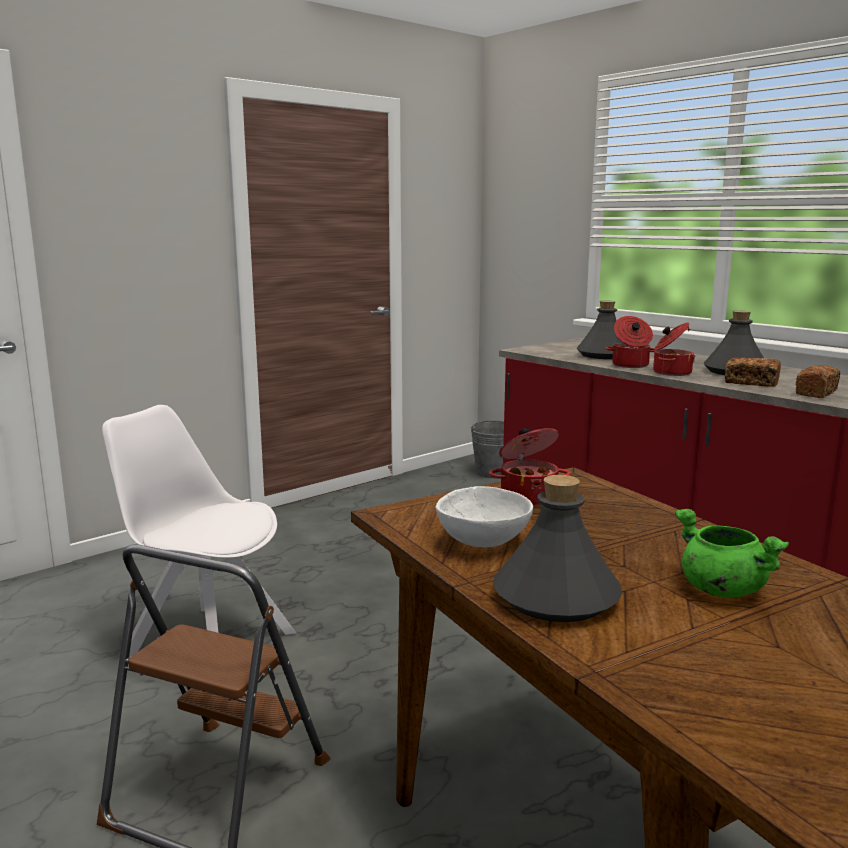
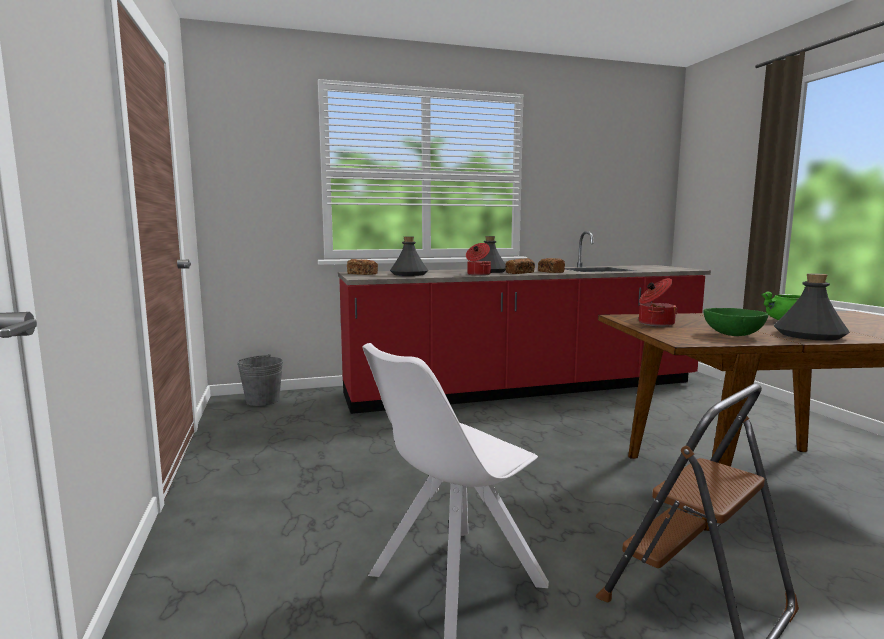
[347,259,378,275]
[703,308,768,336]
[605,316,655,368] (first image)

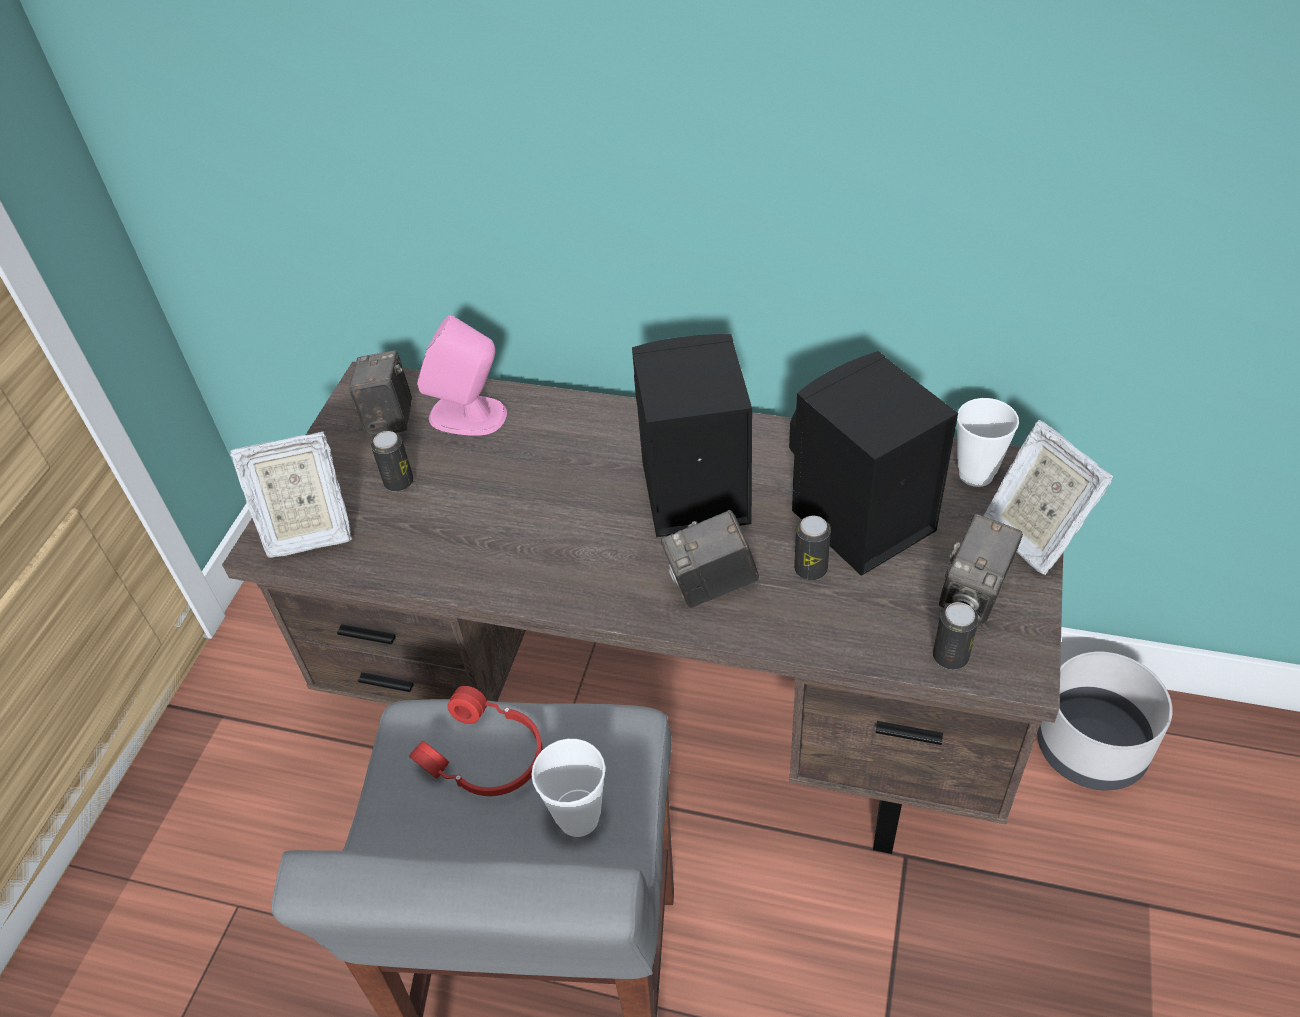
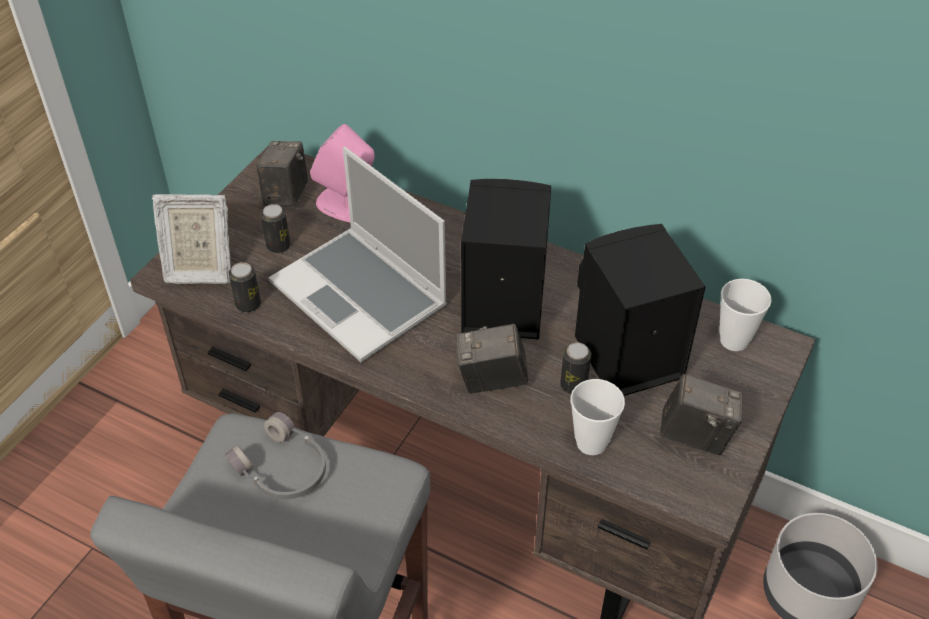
[225,412,326,499]
[229,262,261,313]
[269,147,447,362]
[570,379,625,455]
[660,374,743,455]
[983,420,1113,575] (first image)

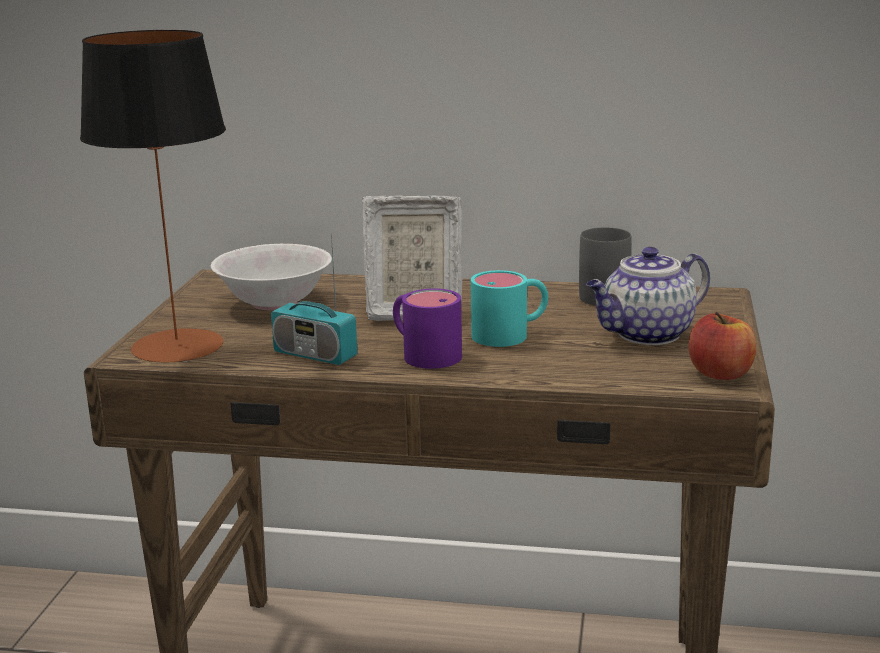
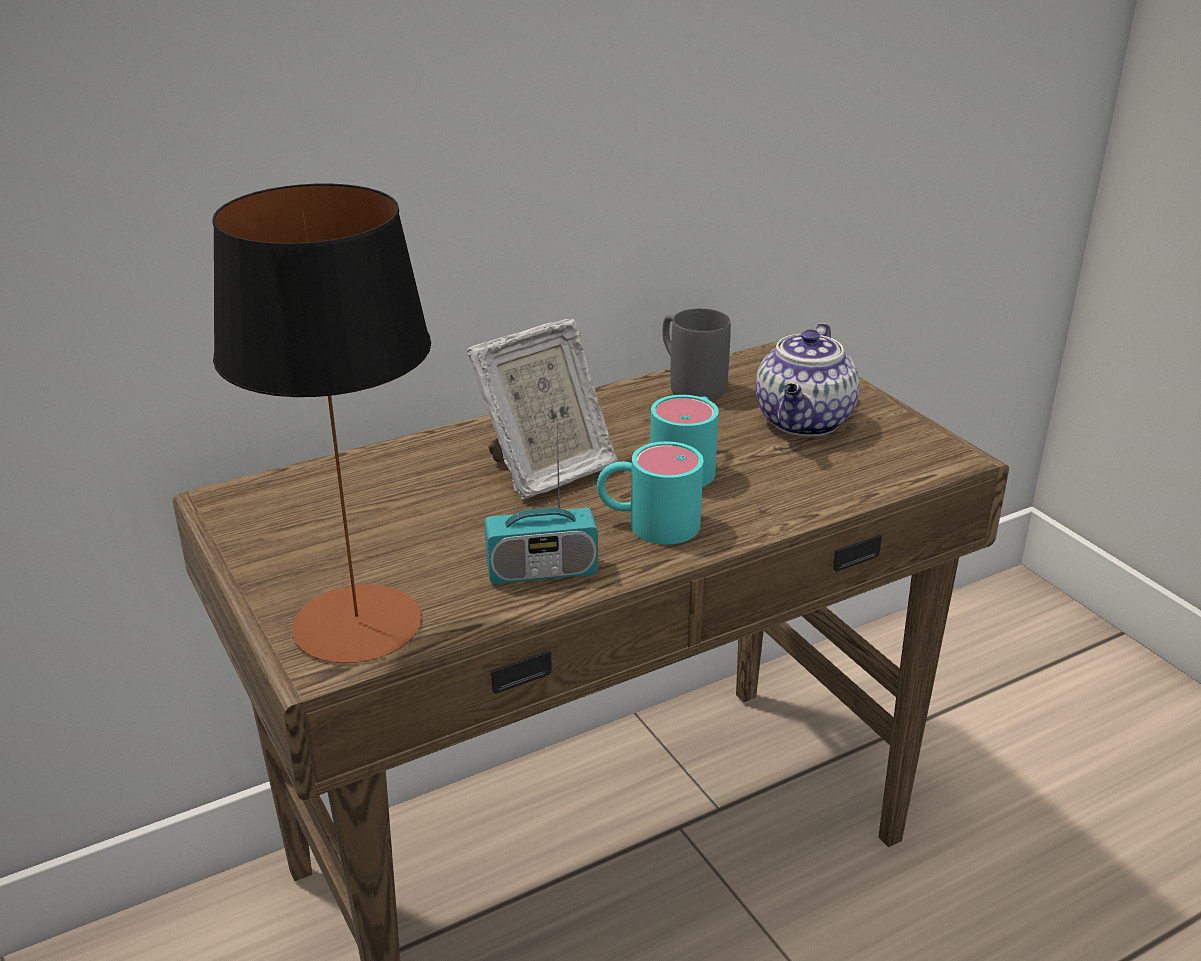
[597,441,703,544]
[211,244,332,311] (first image)
[688,312,756,380] (first image)

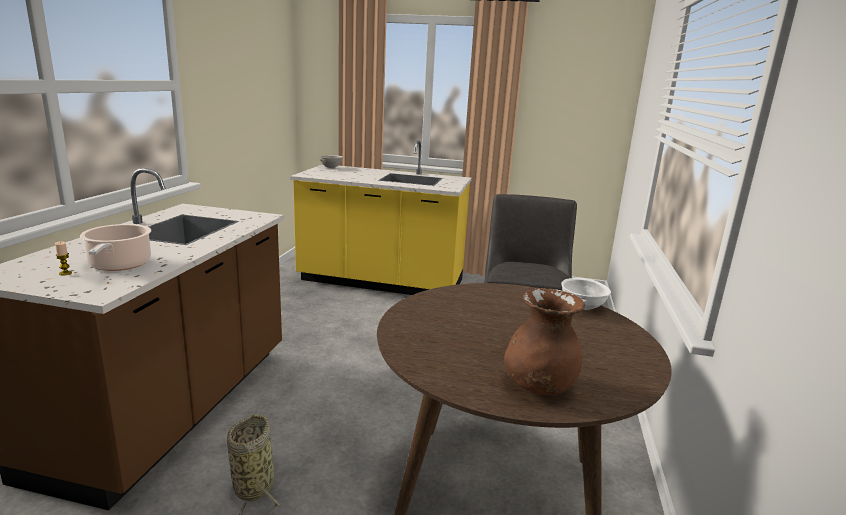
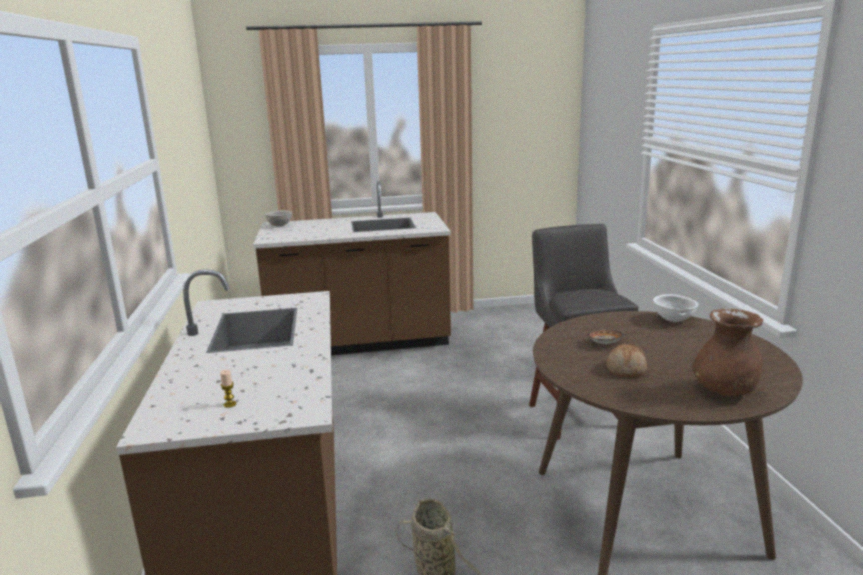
[253,181,451,355]
[588,330,624,345]
[607,343,647,377]
[80,224,151,271] (first image)

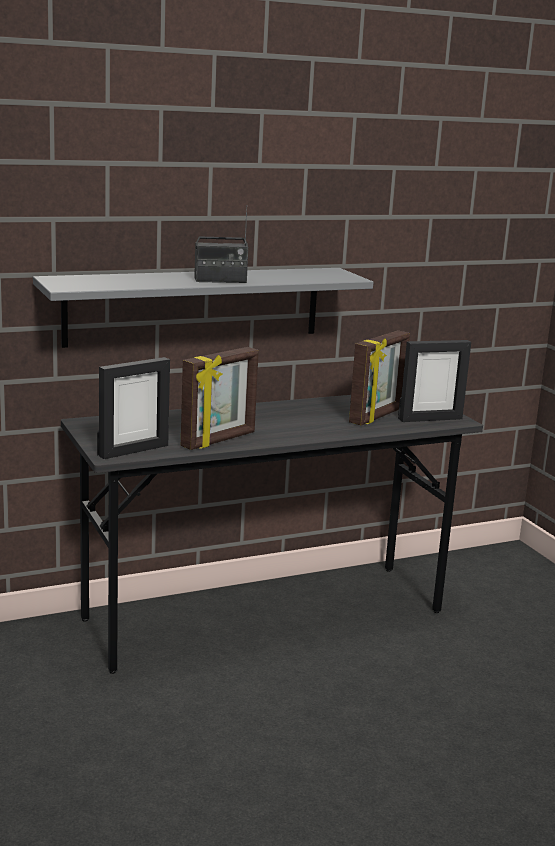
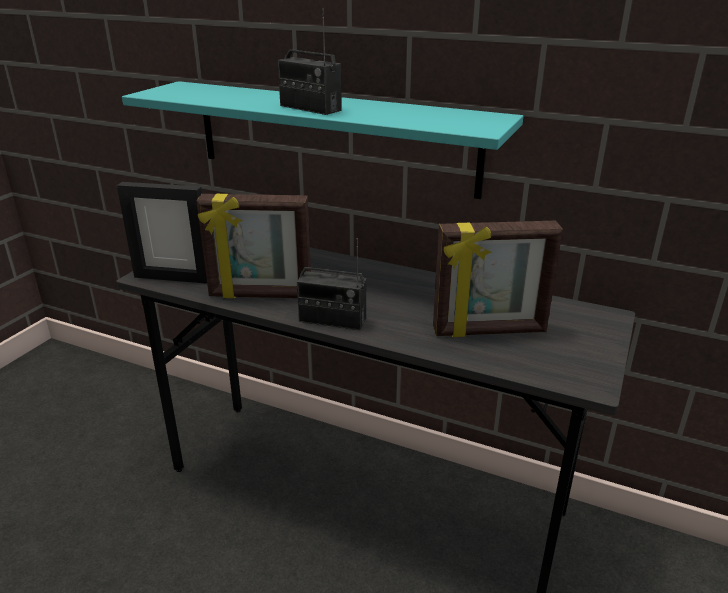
[122,81,523,199]
[297,238,366,330]
[398,340,471,422] (first image)

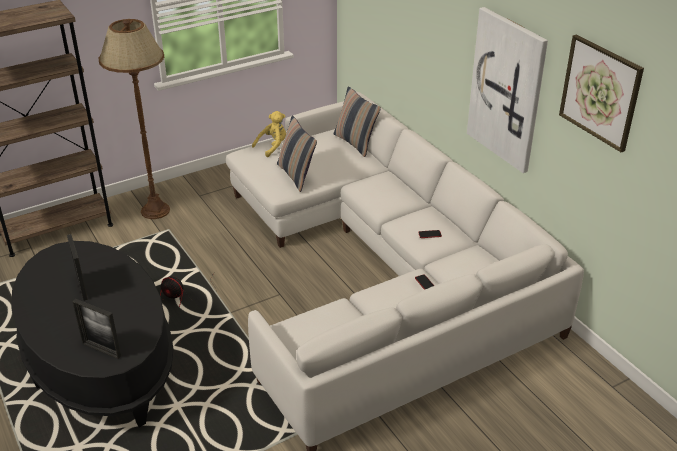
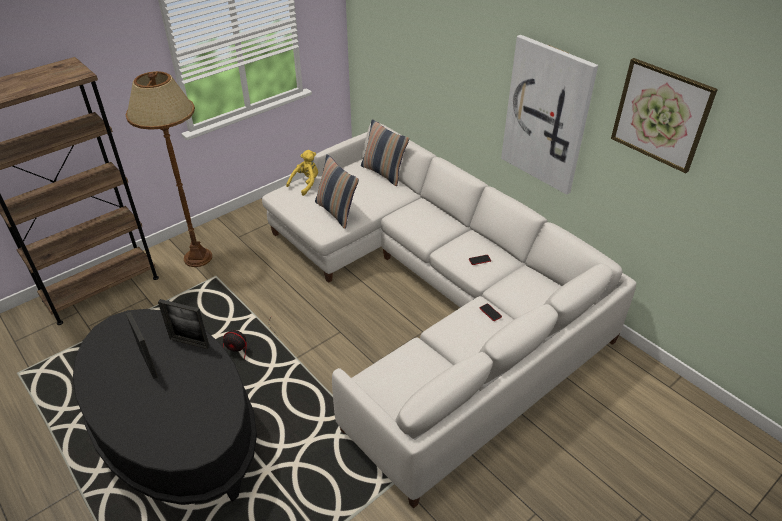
[158,299,209,349]

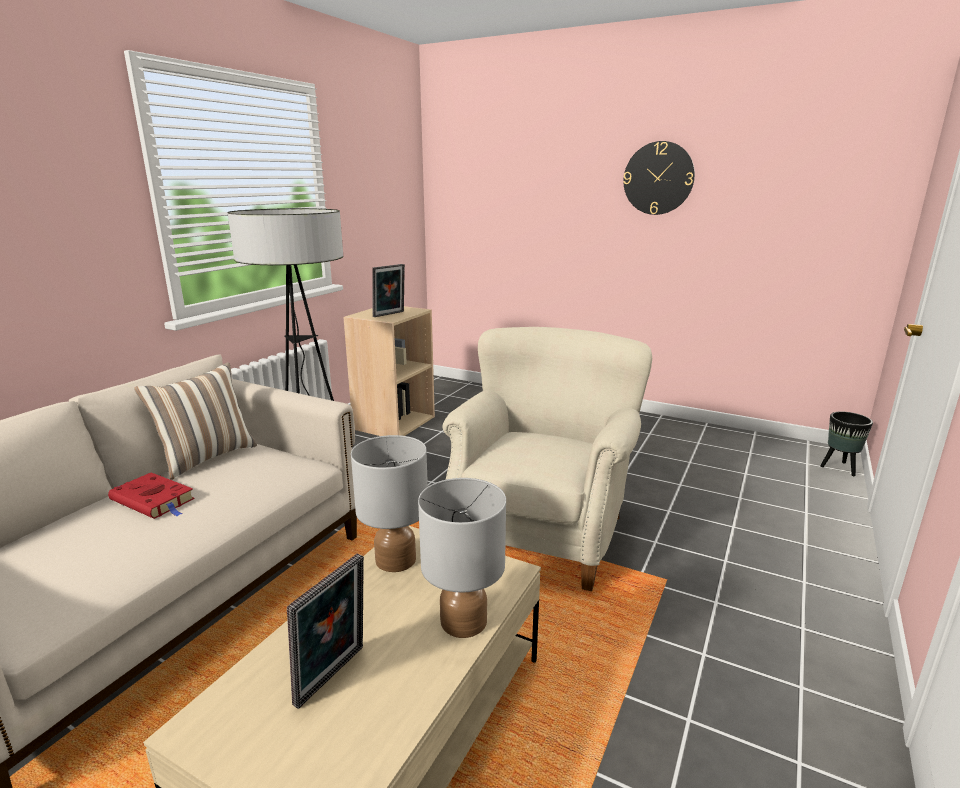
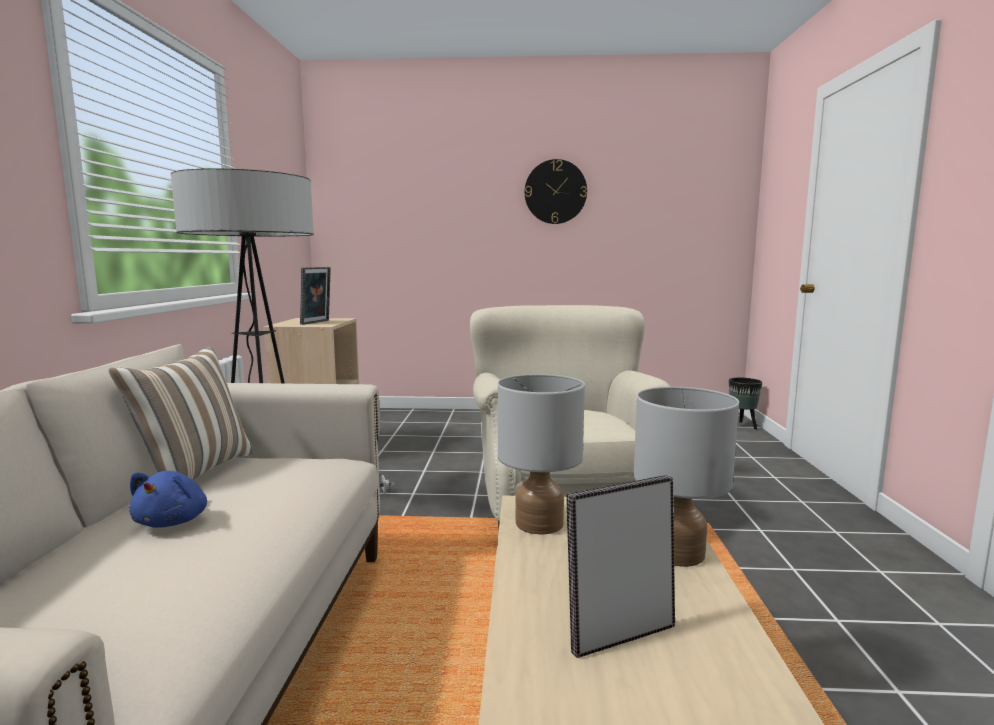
[129,471,207,528]
[566,475,675,658]

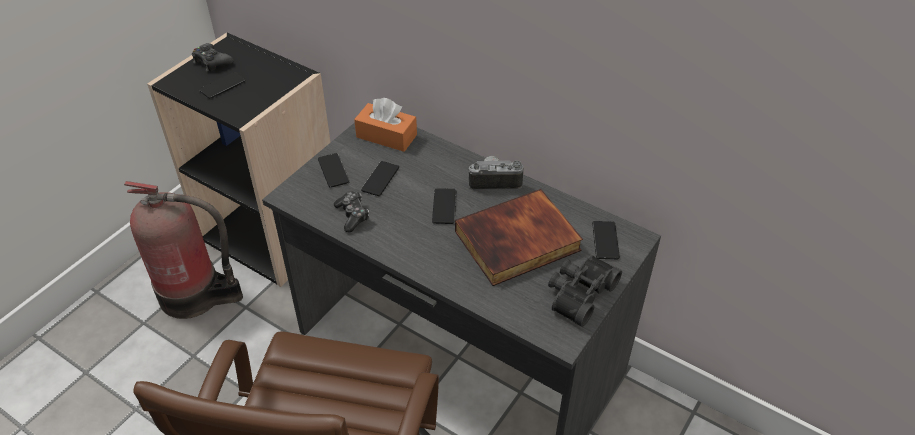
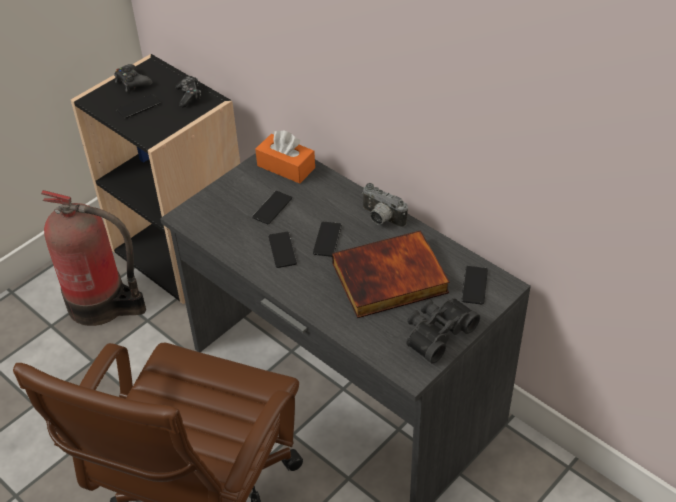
[175,76,201,107]
[269,232,297,268]
[362,183,408,228]

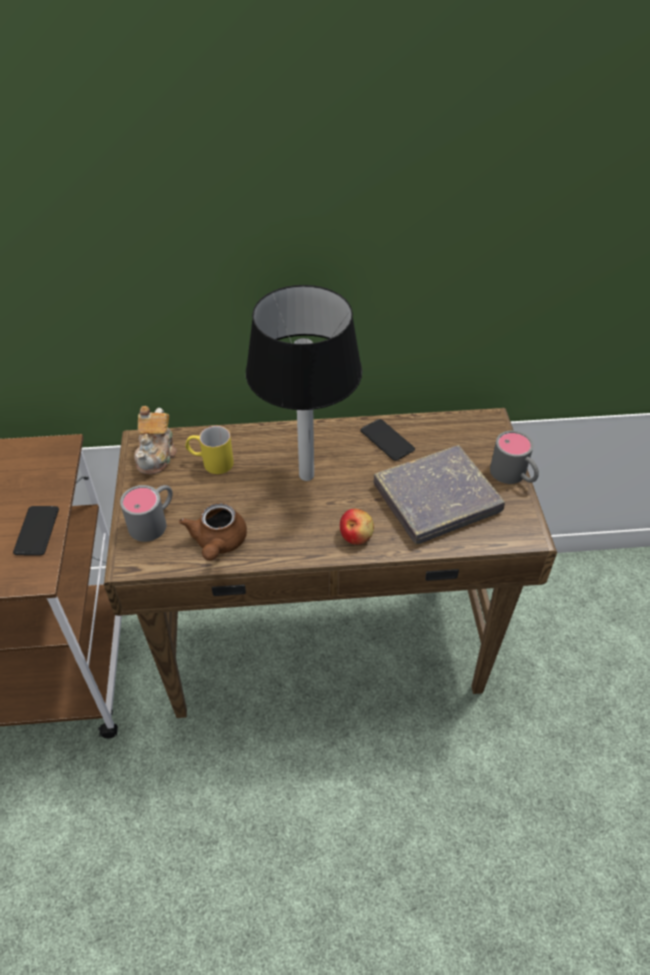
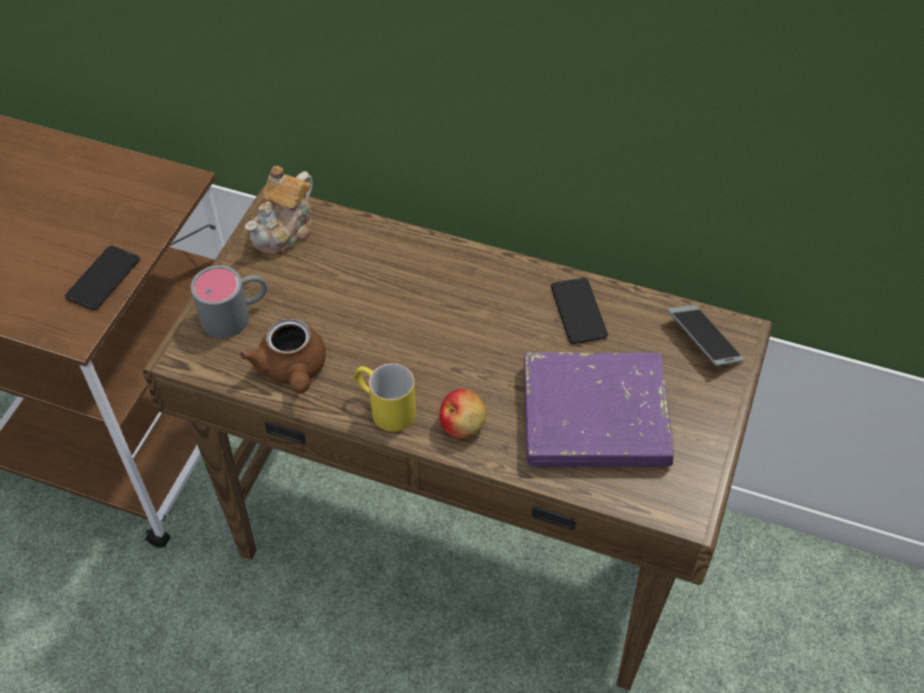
[240,318,326,393]
[354,363,416,432]
[524,352,674,467]
[668,305,744,366]
[246,285,362,481] (first image)
[490,431,539,484] (first image)

